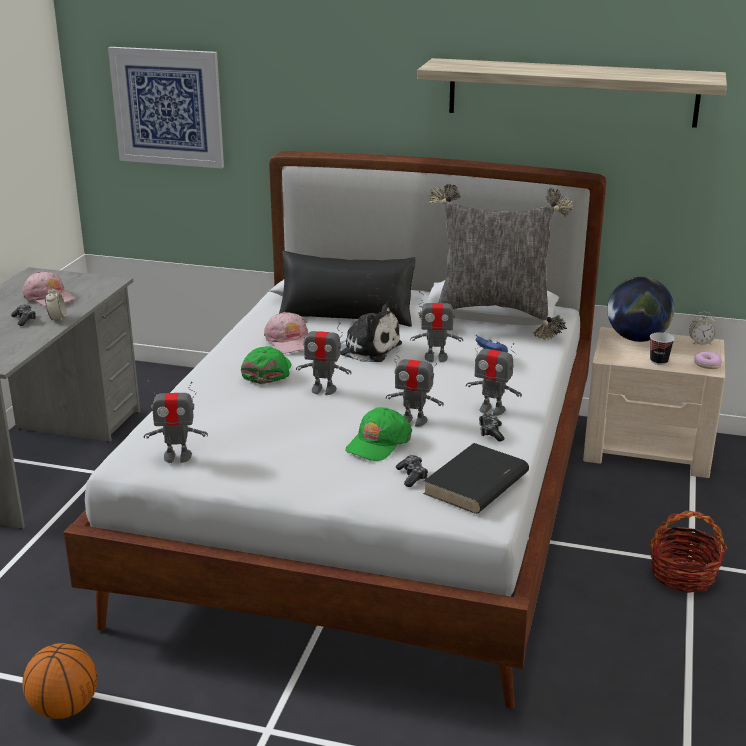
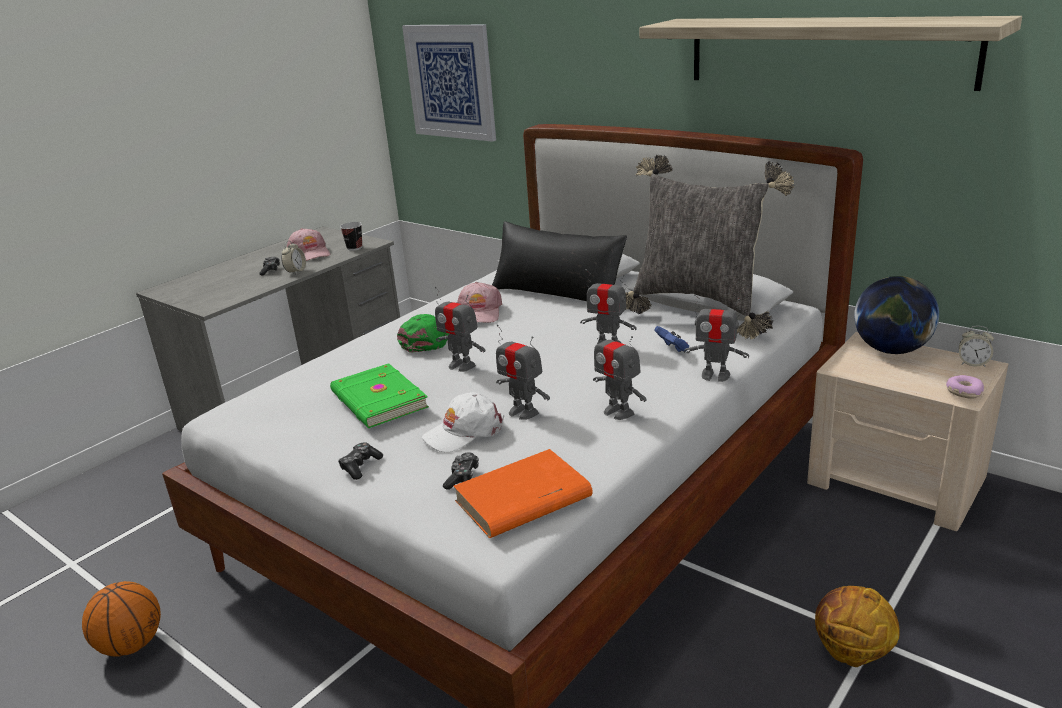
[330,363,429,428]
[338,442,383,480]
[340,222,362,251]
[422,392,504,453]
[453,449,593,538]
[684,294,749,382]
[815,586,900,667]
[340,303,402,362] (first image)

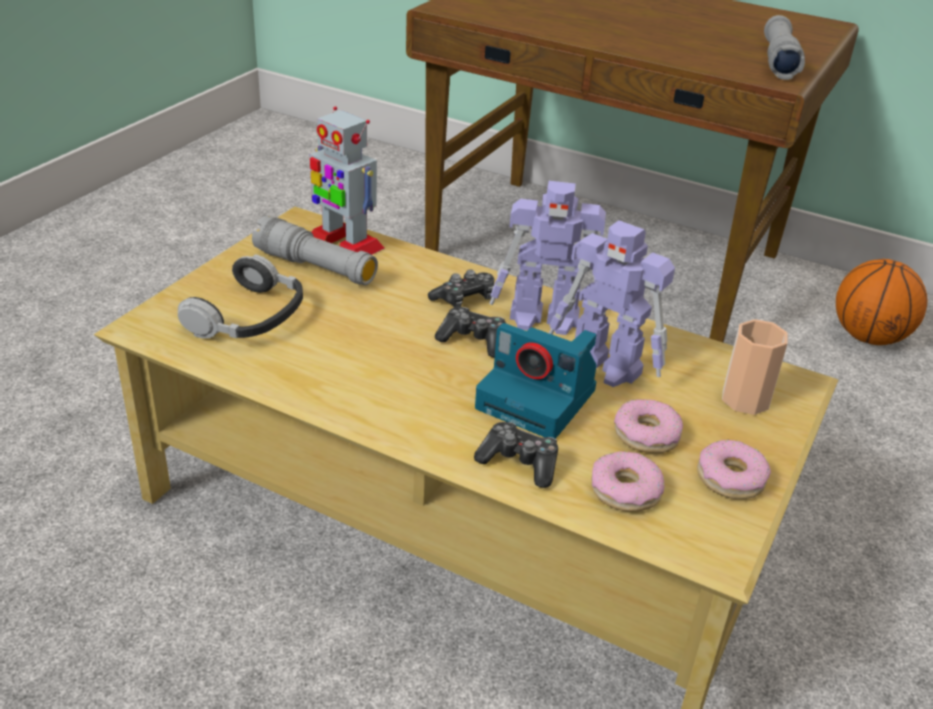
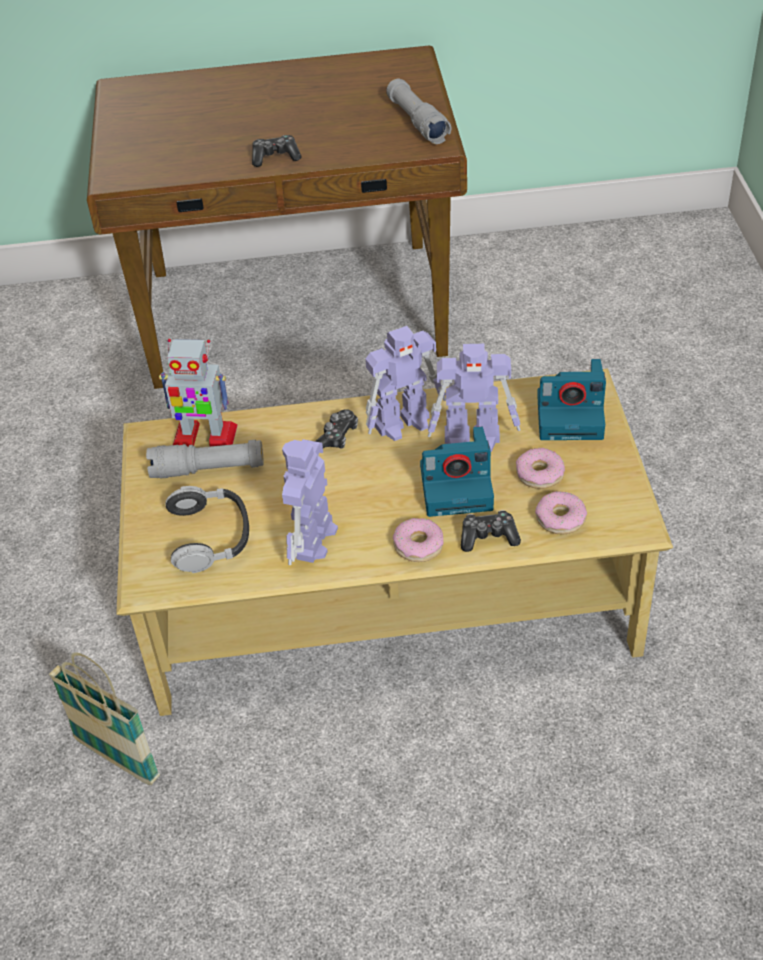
[49,652,160,785]
[252,135,301,167]
[282,439,338,565]
[393,518,444,562]
[537,359,606,440]
[836,259,927,345] (first image)

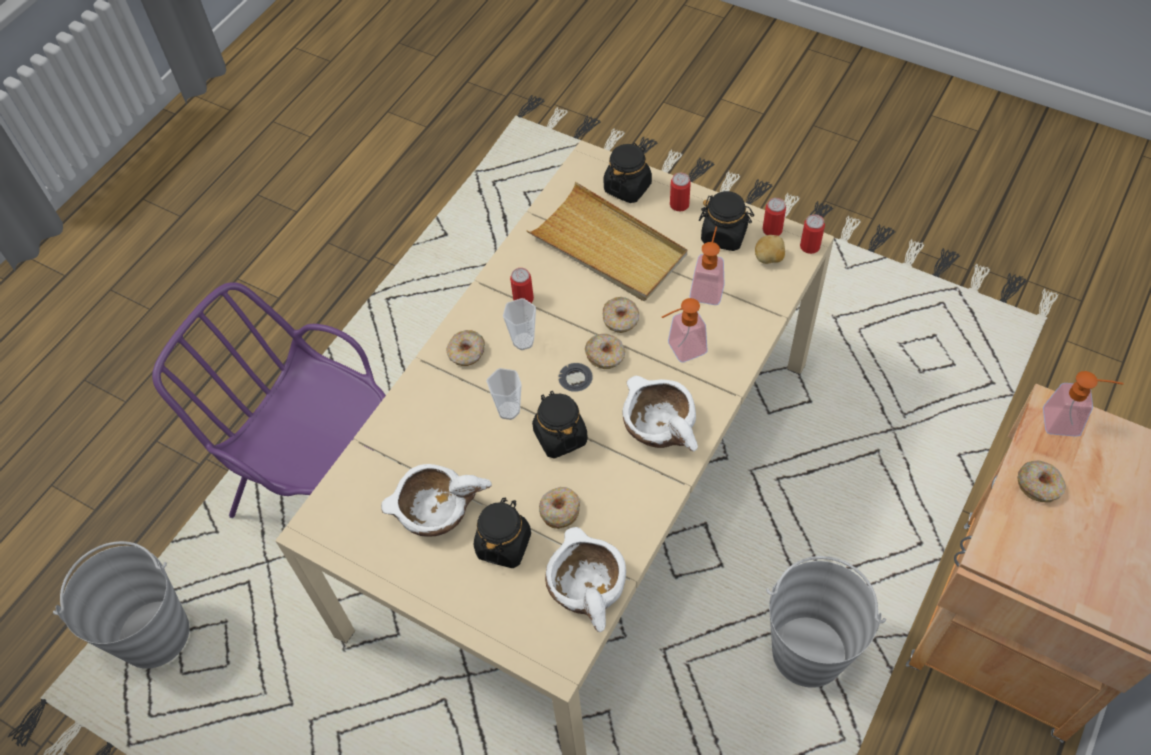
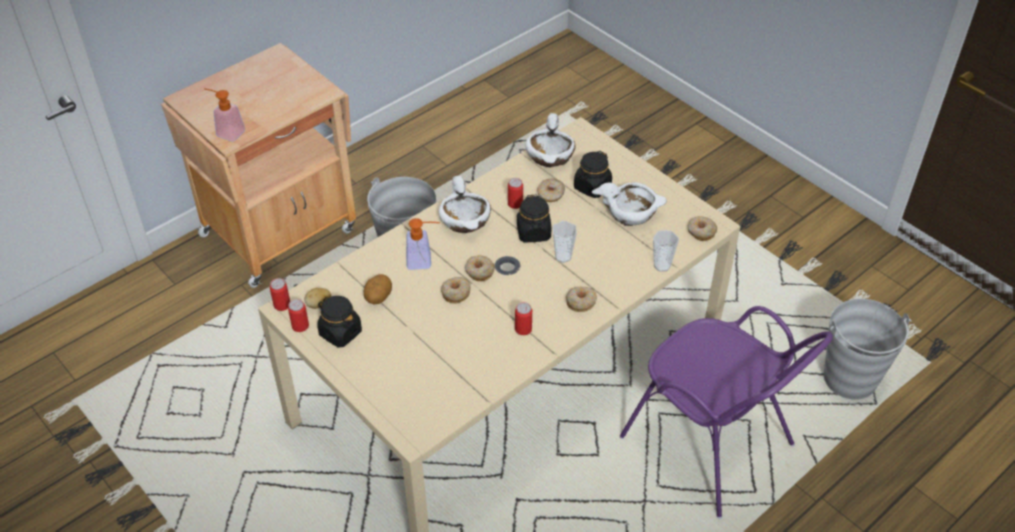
[364,274,392,304]
[508,178,523,209]
[653,230,679,272]
[688,216,717,241]
[527,182,687,301] (first image)
[604,143,652,203] (first image)

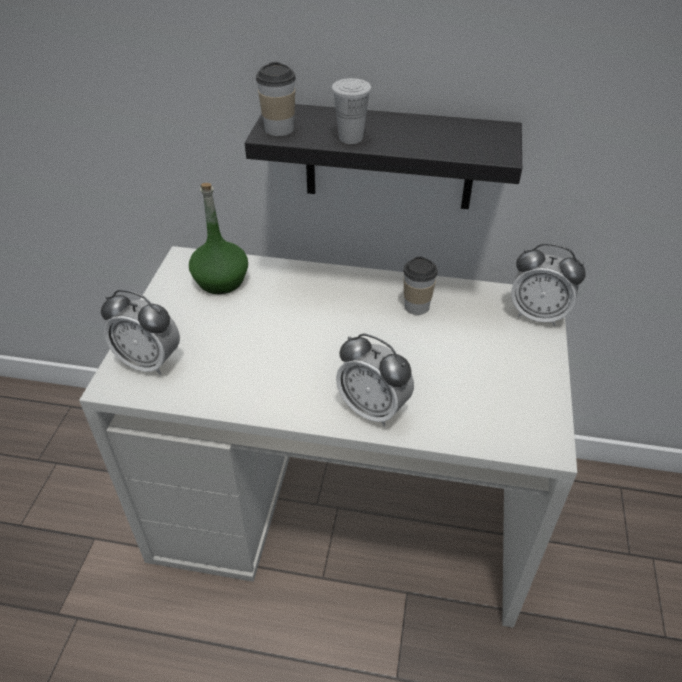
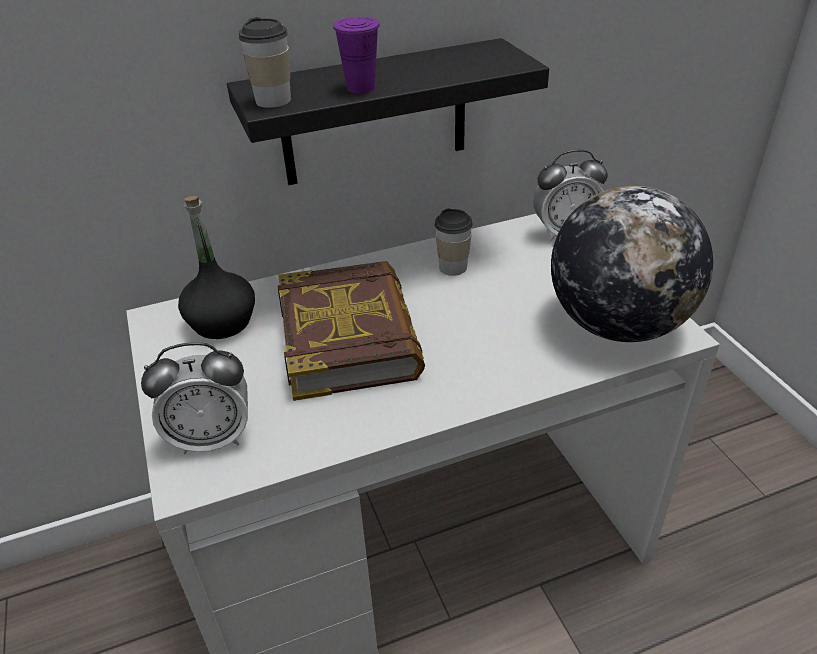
[178,196,255,339]
[278,261,425,401]
[333,17,380,93]
[551,186,713,342]
[336,333,414,427] (first image)

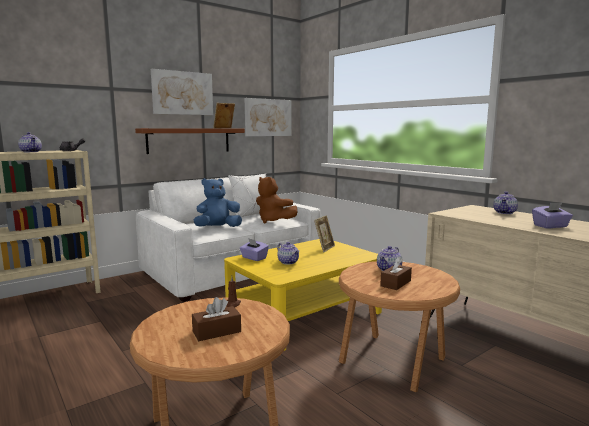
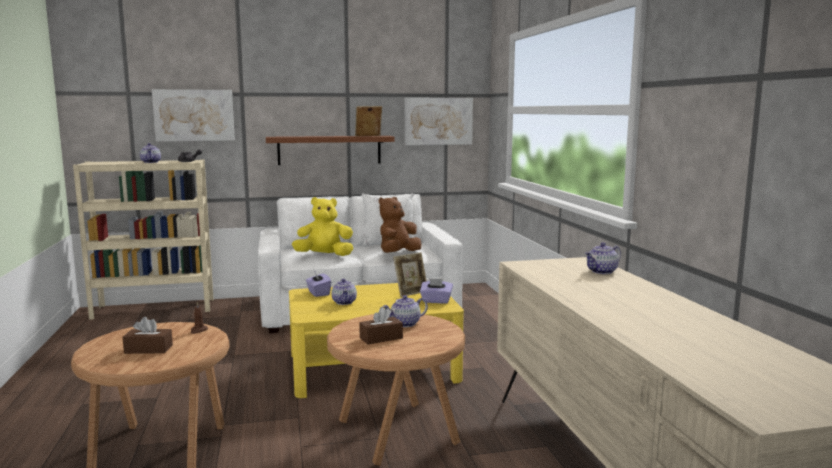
[152,89,235,141]
[292,197,353,256]
[379,197,422,253]
[420,278,453,304]

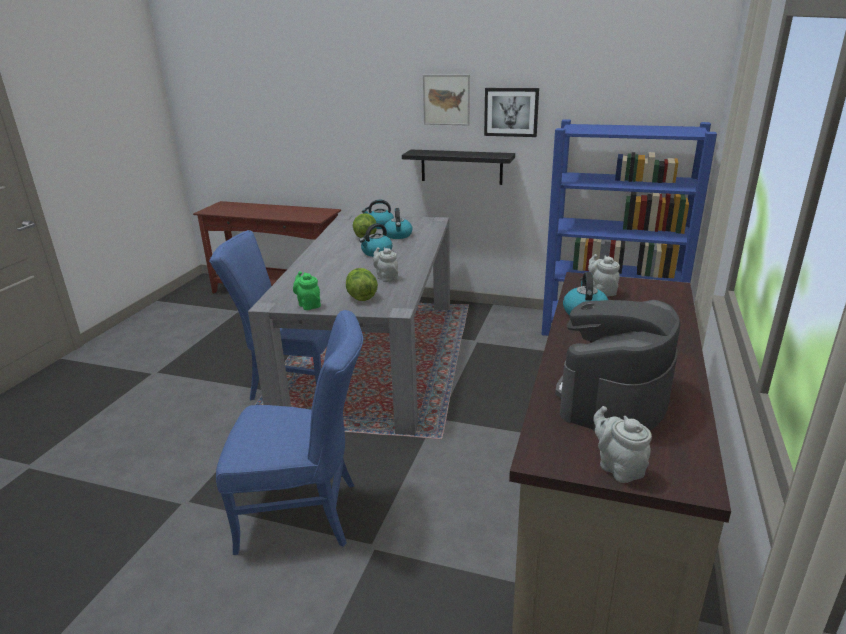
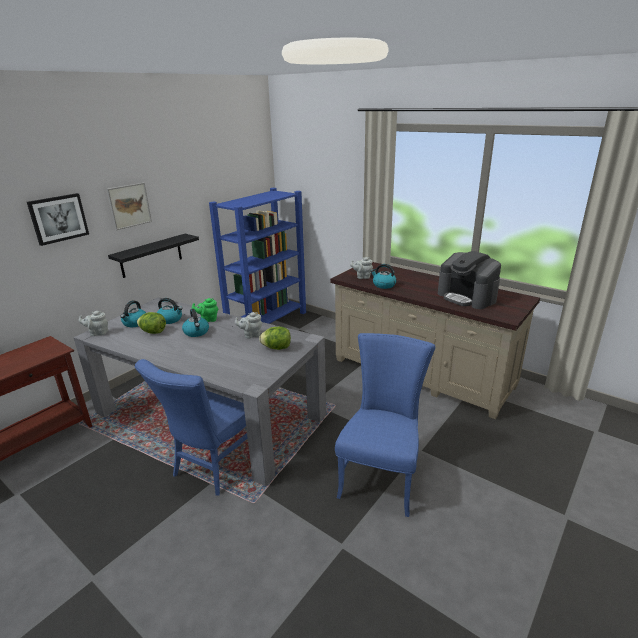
[27,193,89,246]
[79,311,108,336]
[192,298,218,322]

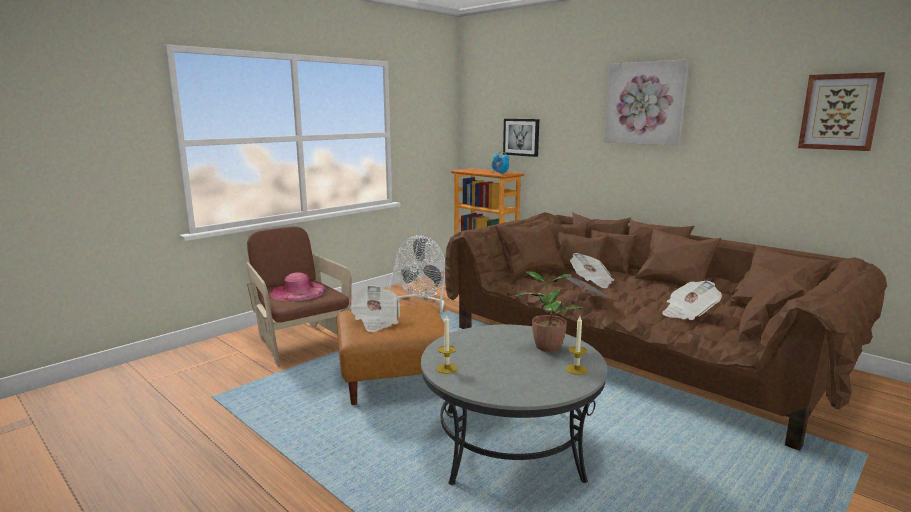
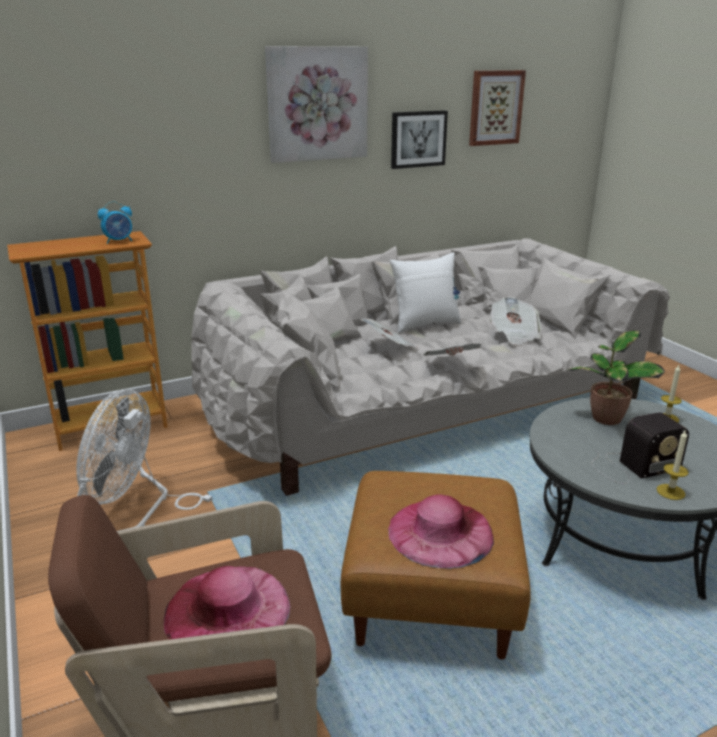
[77,389,212,532]
[191,238,670,496]
[388,494,494,569]
[390,252,461,333]
[391,110,448,169]
[591,412,689,484]

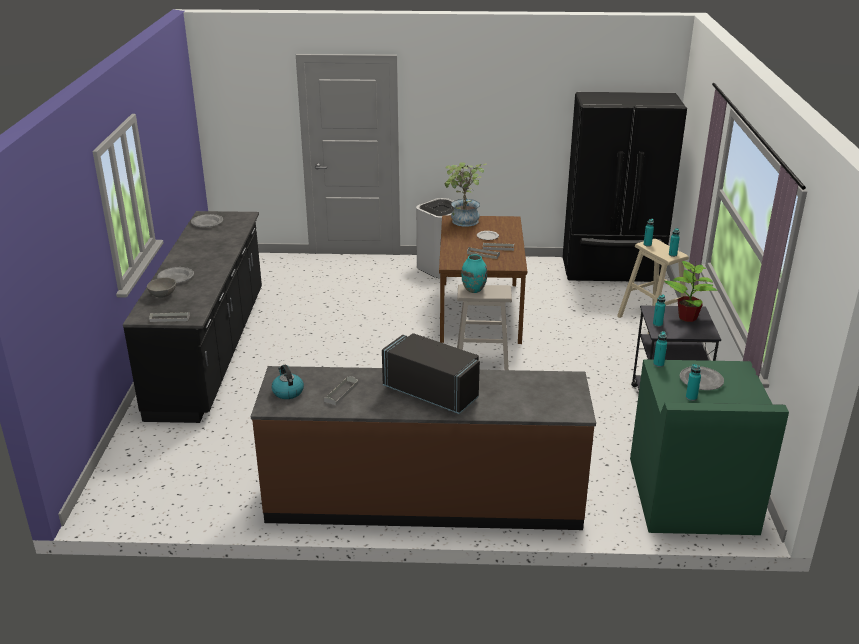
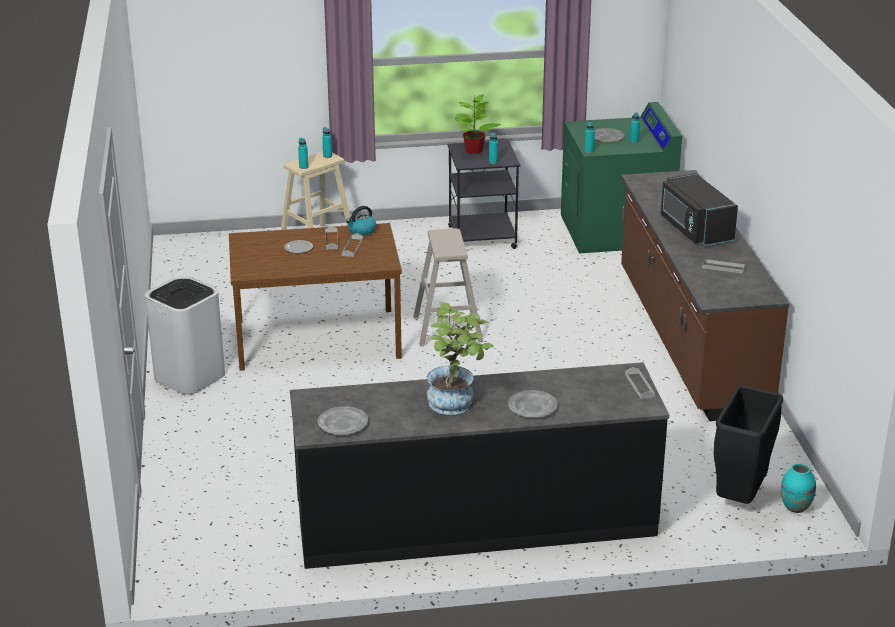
[346,206,376,236]
[427,302,494,415]
[661,173,738,246]
[714,385,783,504]
[781,463,816,513]
[147,278,176,298] (first image)
[563,92,687,282] (first image)

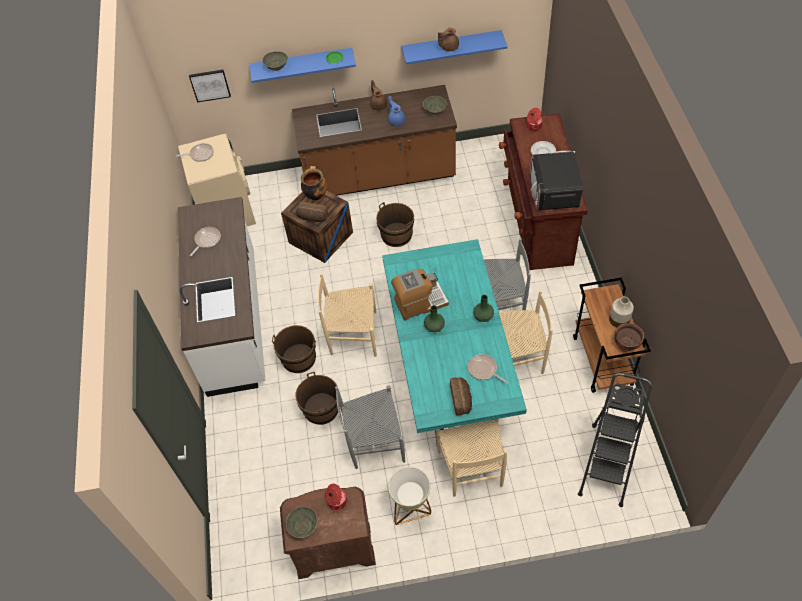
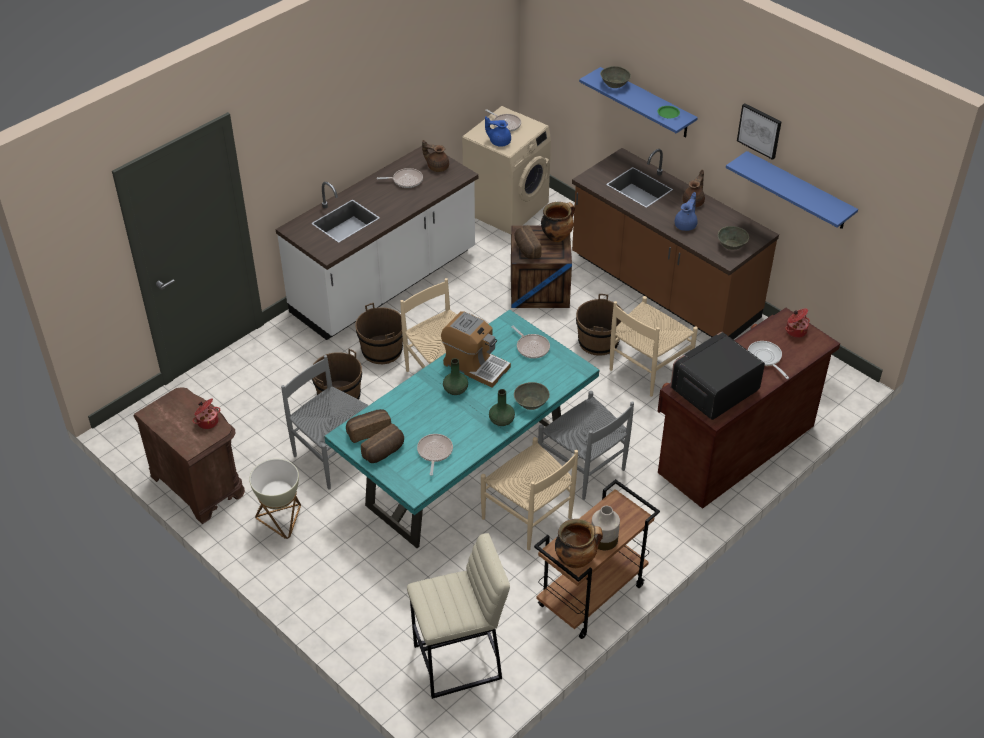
[346,409,391,443]
[407,533,510,699]
[422,140,449,172]
[485,116,511,147]
[511,326,550,359]
[514,382,550,410]
[555,519,603,568]
[610,296,698,397]
[737,103,781,160]

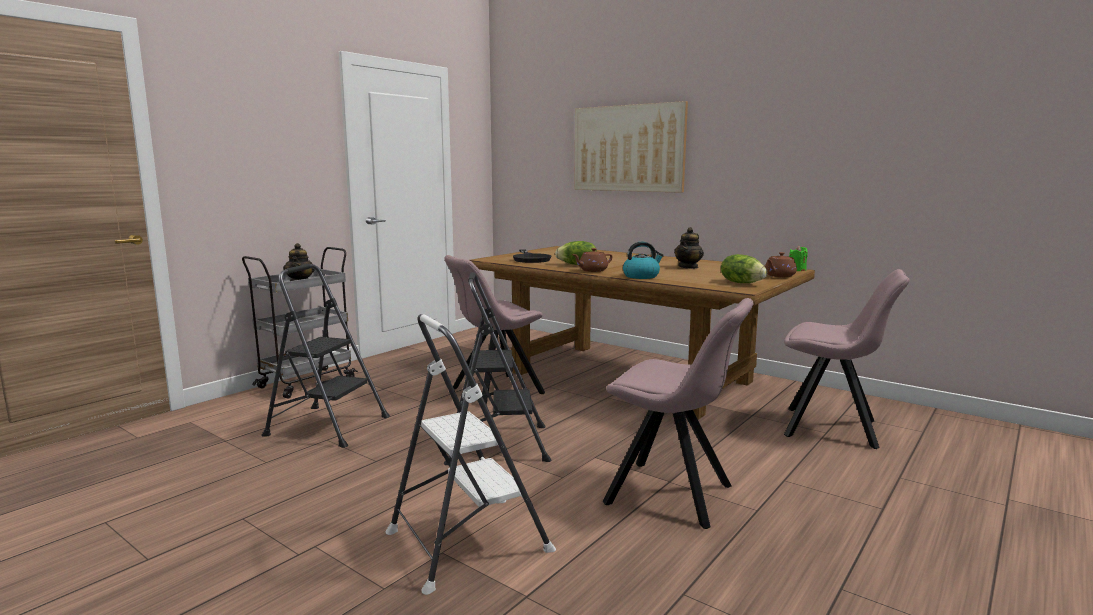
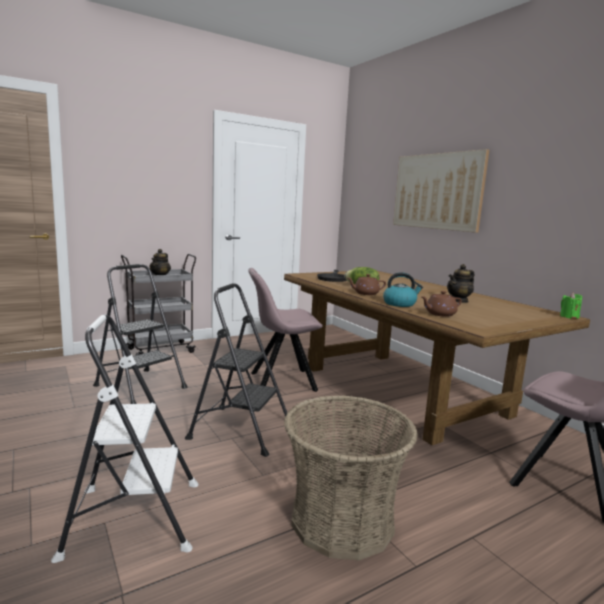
[284,395,418,560]
[422,291,462,317]
[721,254,767,283] (first image)

